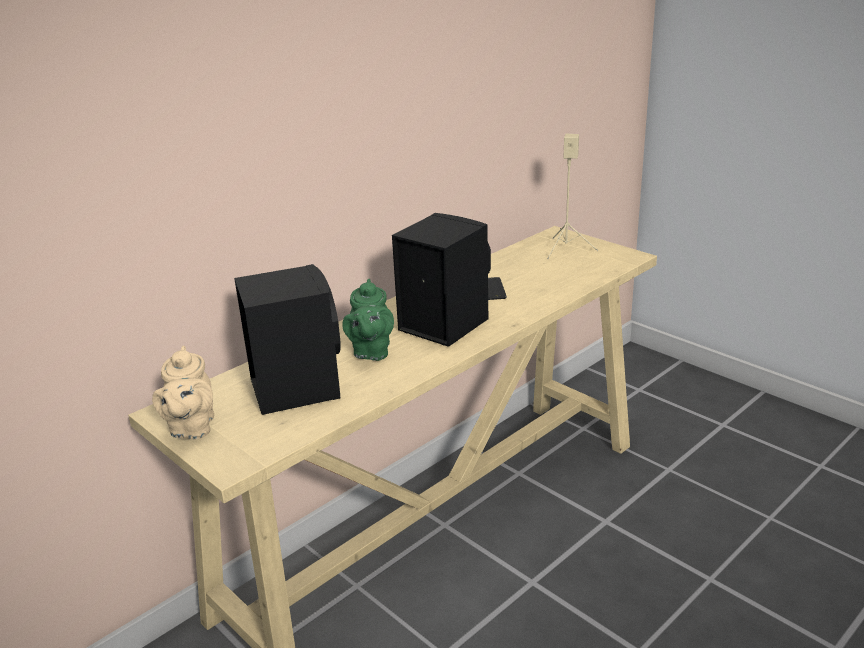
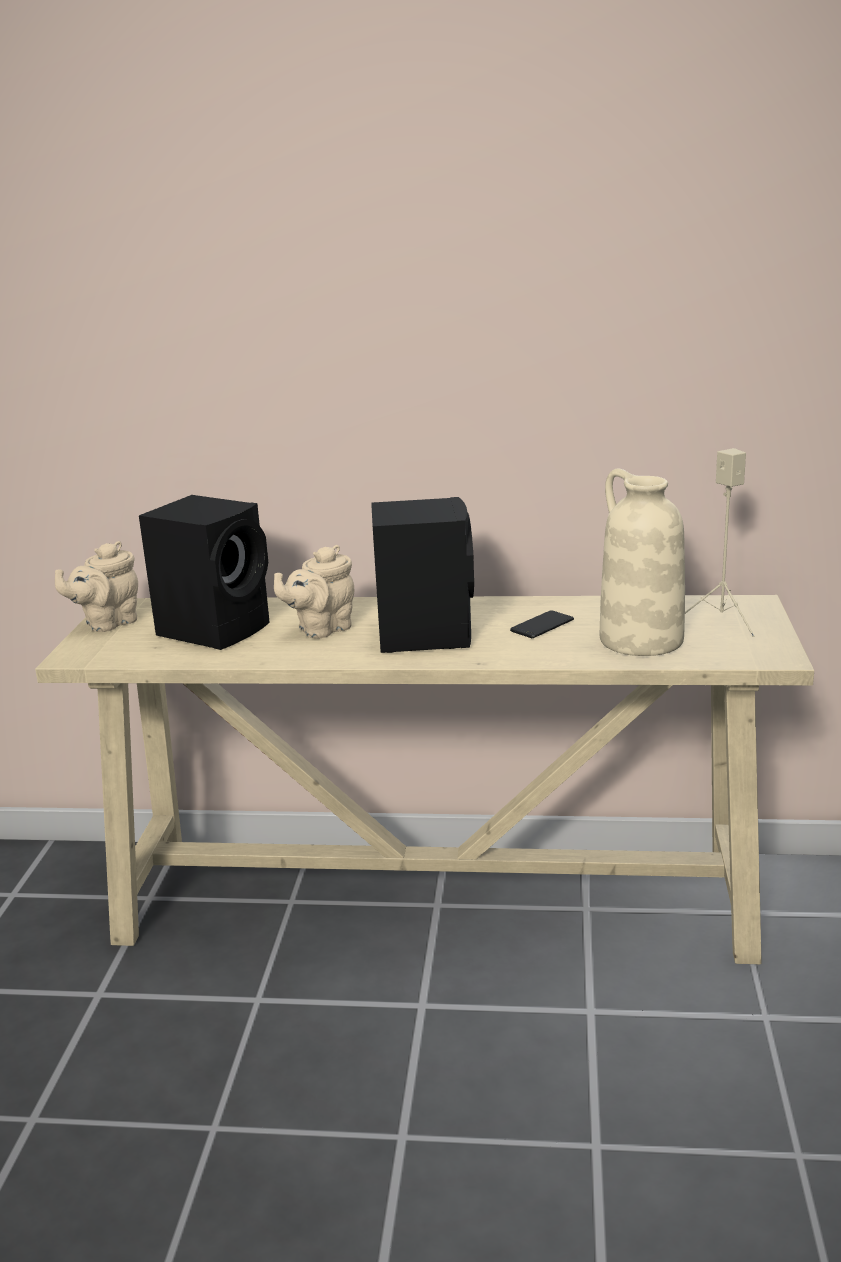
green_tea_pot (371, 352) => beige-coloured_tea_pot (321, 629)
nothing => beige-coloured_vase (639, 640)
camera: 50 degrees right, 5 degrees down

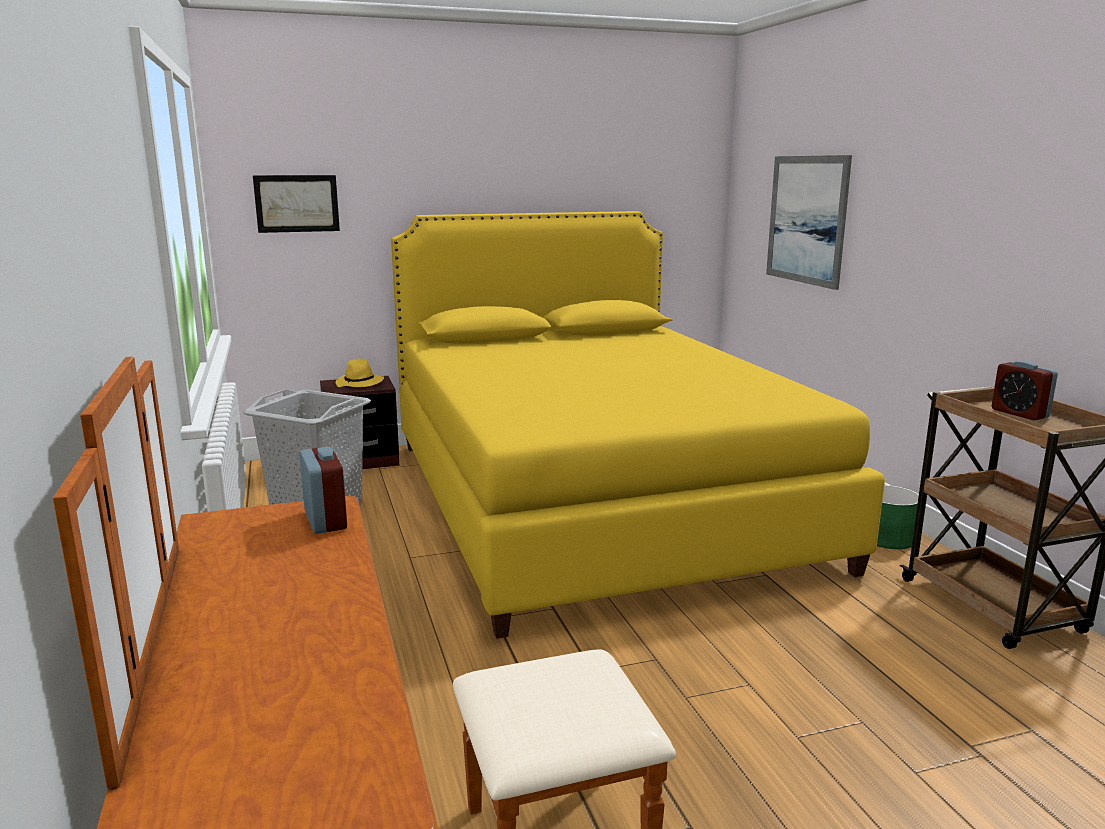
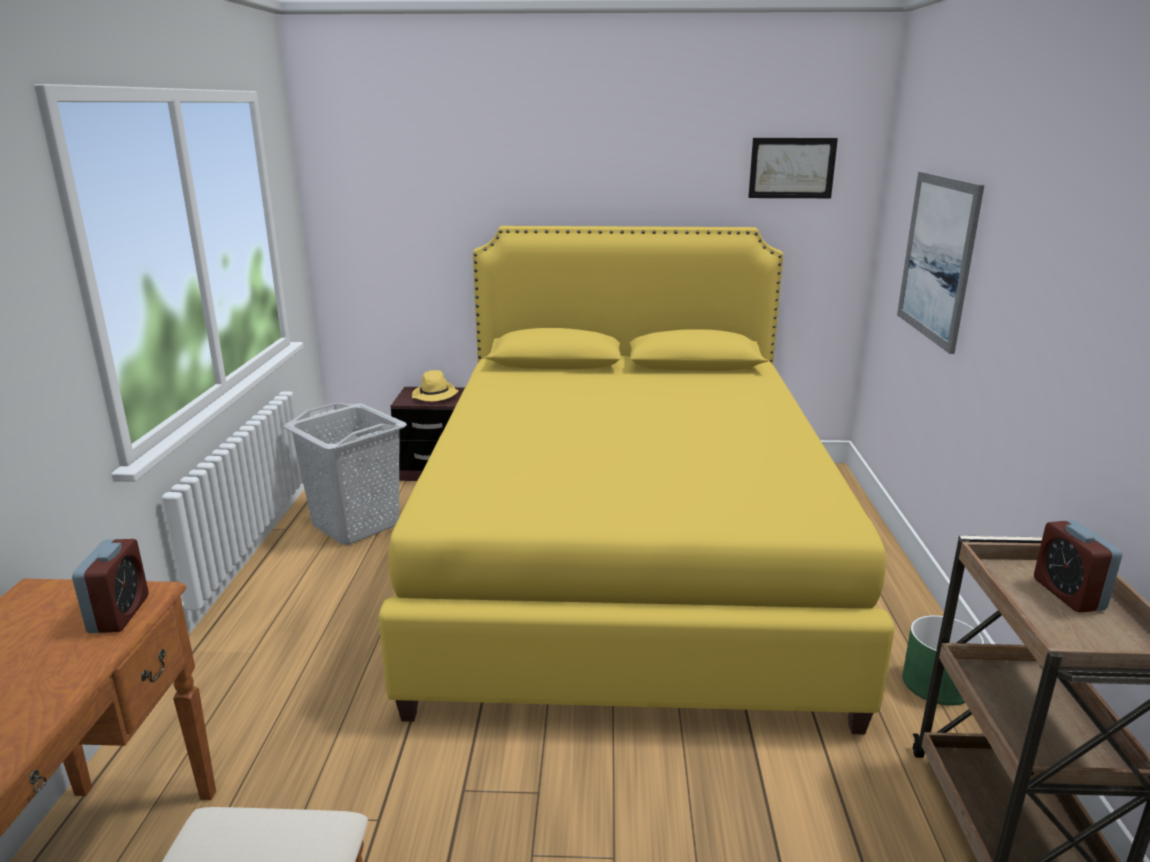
wall_picture (297, 203) => wall_picture (792, 168), relocated
camera: 20 degrees right, 5 degrees up

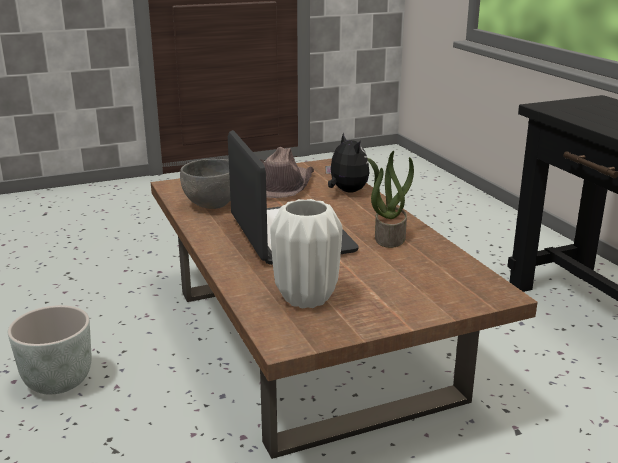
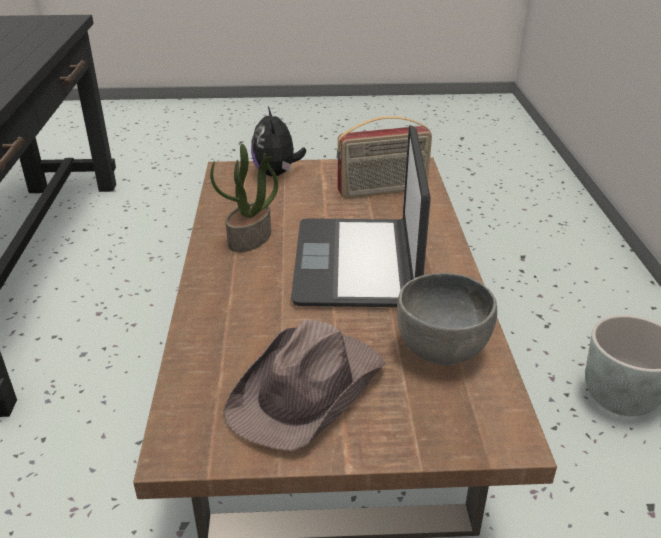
whitish_vase (306, 298) => radio_receiver (383, 191)
cuddly_toy (346, 191) => cuddly_toy (277, 173), relocated
camera: 160 degrees left, 10 degrees up

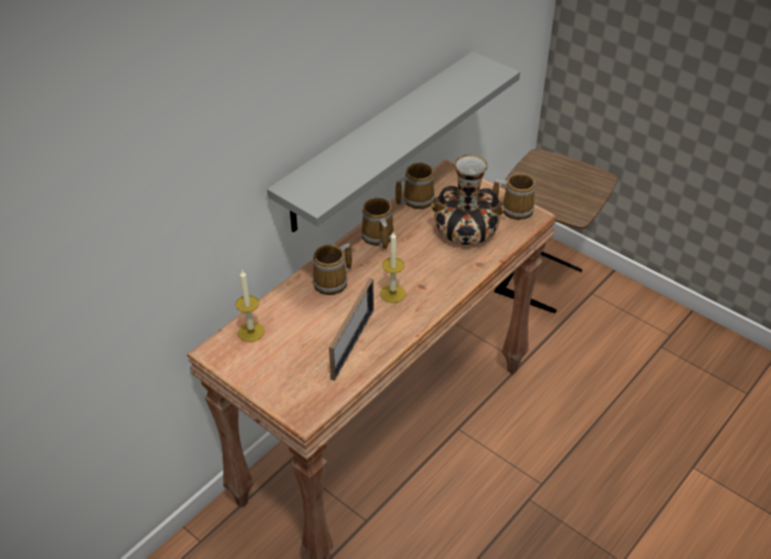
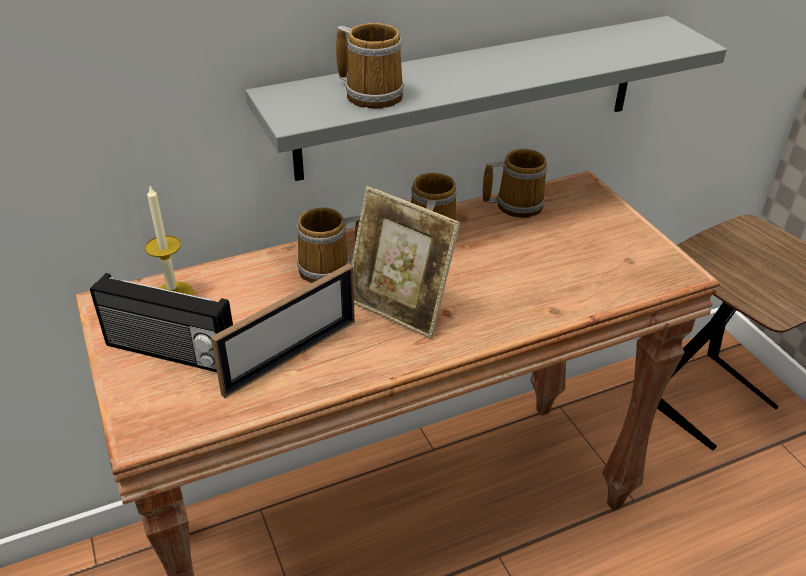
wax_candle (392, 293) => picture_frame (399, 309)
vase (467, 230) => nothing
coffee_mug (515, 208) => coffee_mug (372, 93), relocated
nothing => radio_receiver (170, 353)
camera: 25 degrees right, 5 degrees down

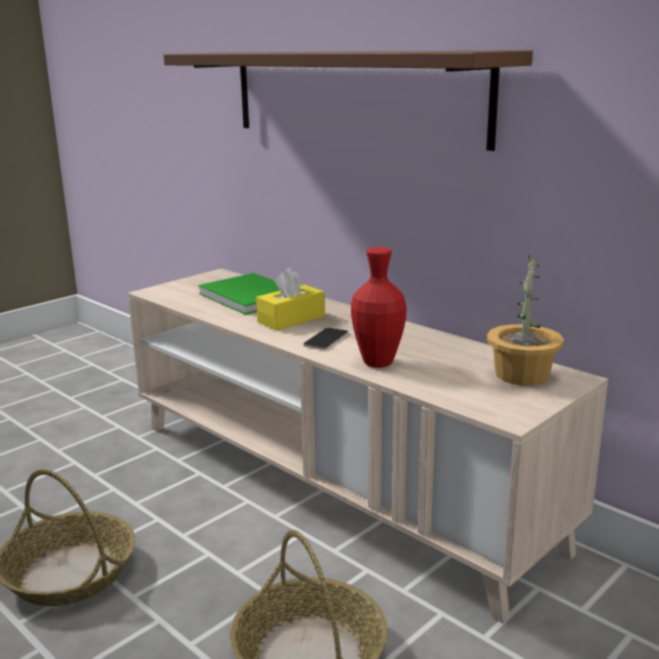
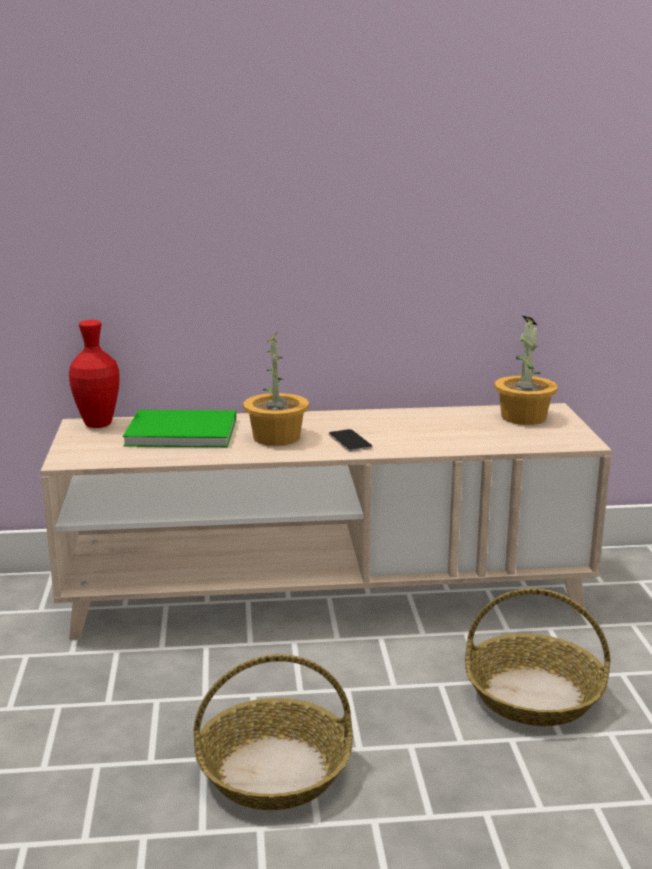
brownish_shelf (352, 95) => nothing
yellow_tissue_box (291, 319) => plant_in_a_pot (277, 437)
red_vase (378, 363) => red_vase (98, 424), relocated
camera: 50 degrees left, 0 degrees up

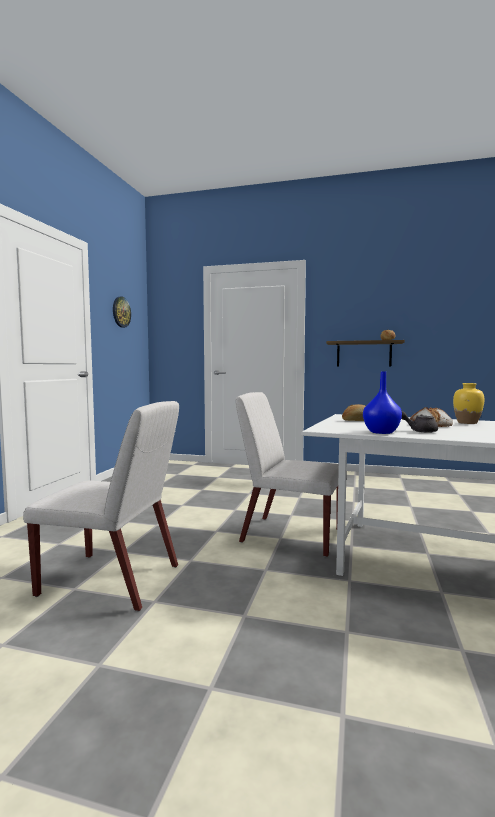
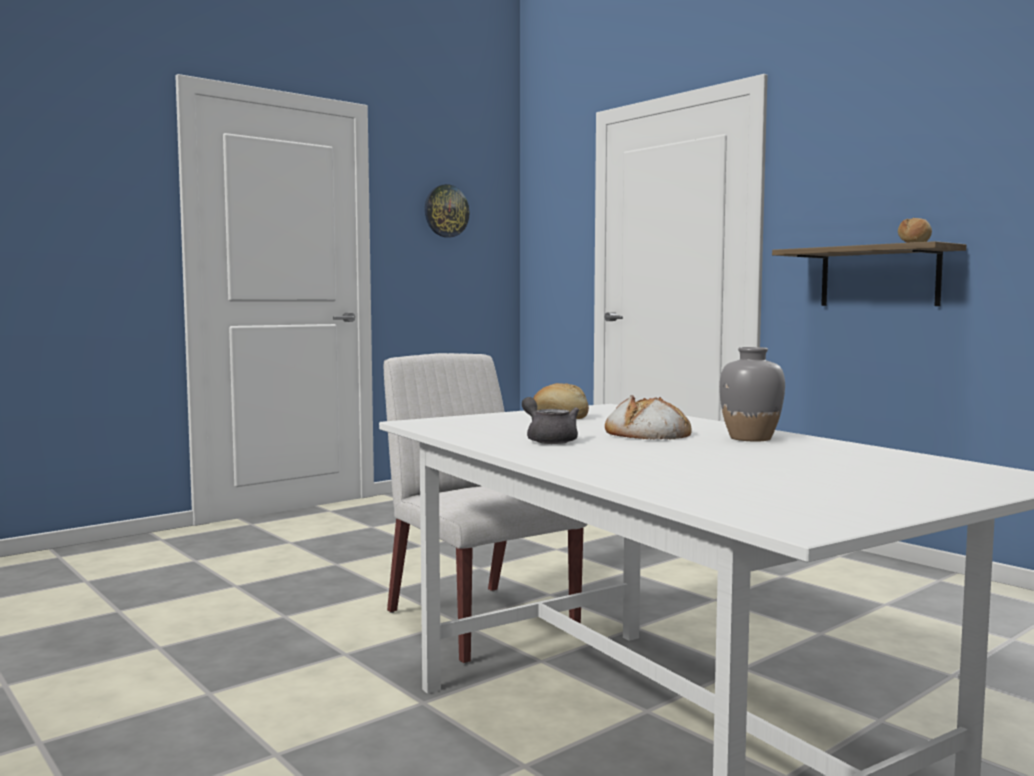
whitish_upright_chair (112, 580) => nothing
blue-coloured_vase (380, 432) => nothing
yellow_vase (467, 423) => gray_vase (750, 438)
camera: 35 degrees right, 0 degrees up

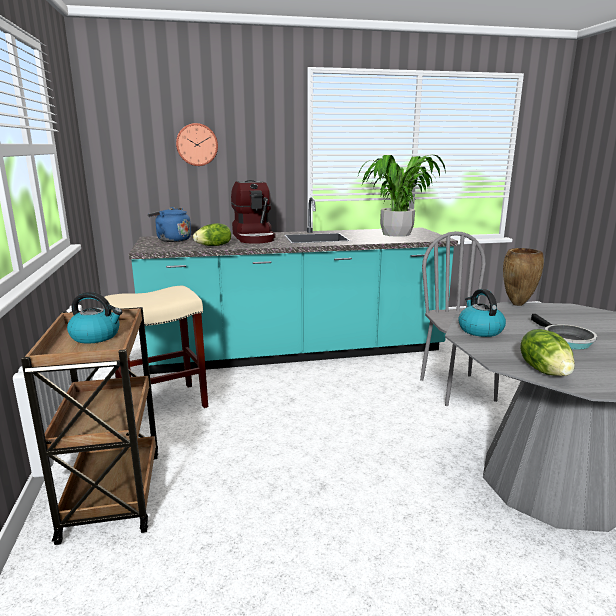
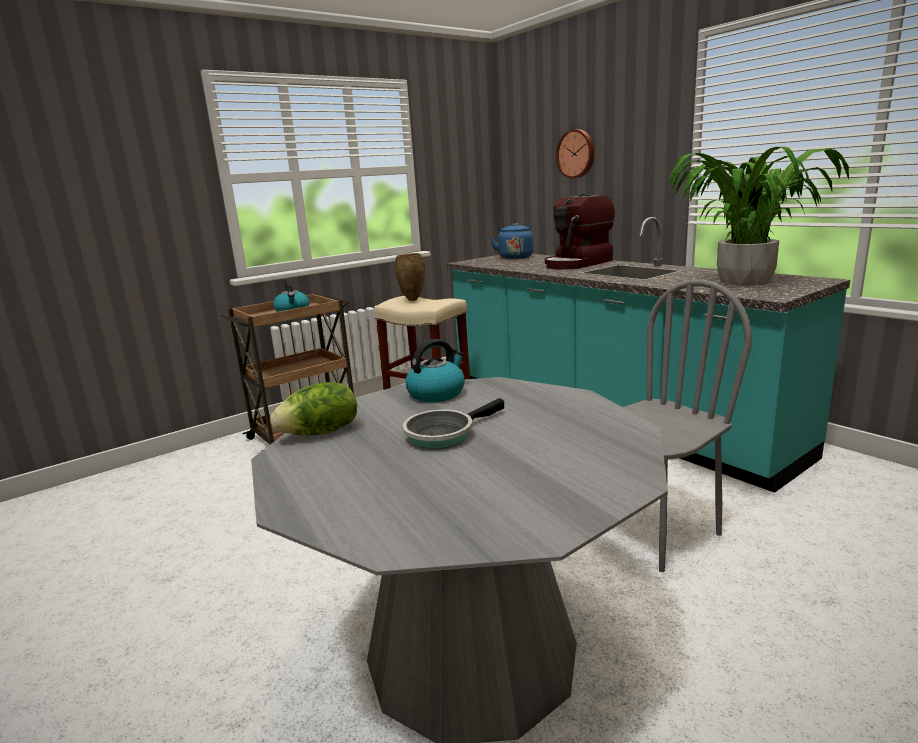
lettuce (214, 246) => nothing
brownish_vase (517, 304) => brownish_vase (412, 300), relocated
camera: 65 degrees right, 0 degrees up

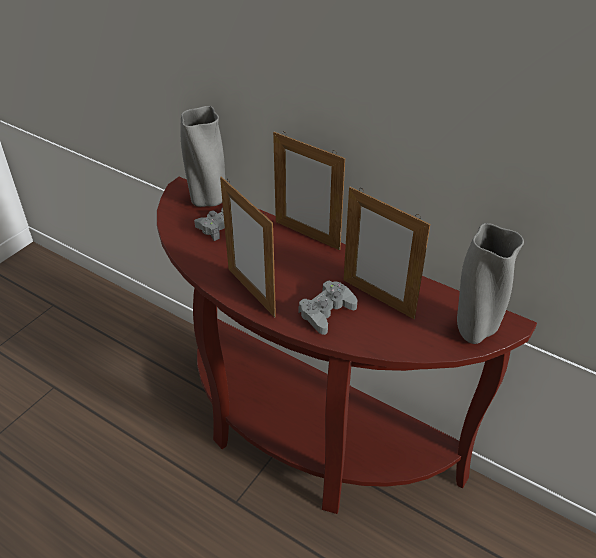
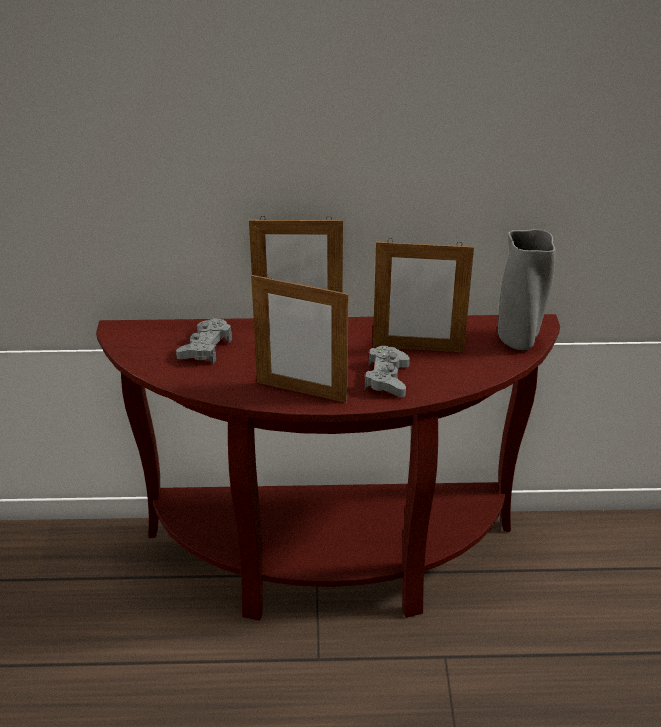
gray_vase (208, 201) => nothing
camera: 35 degrees left, 5 degrees down

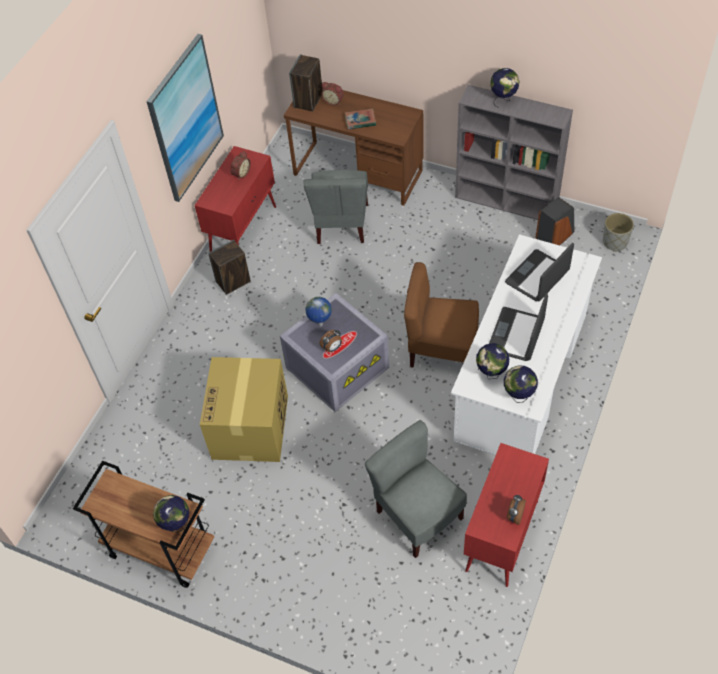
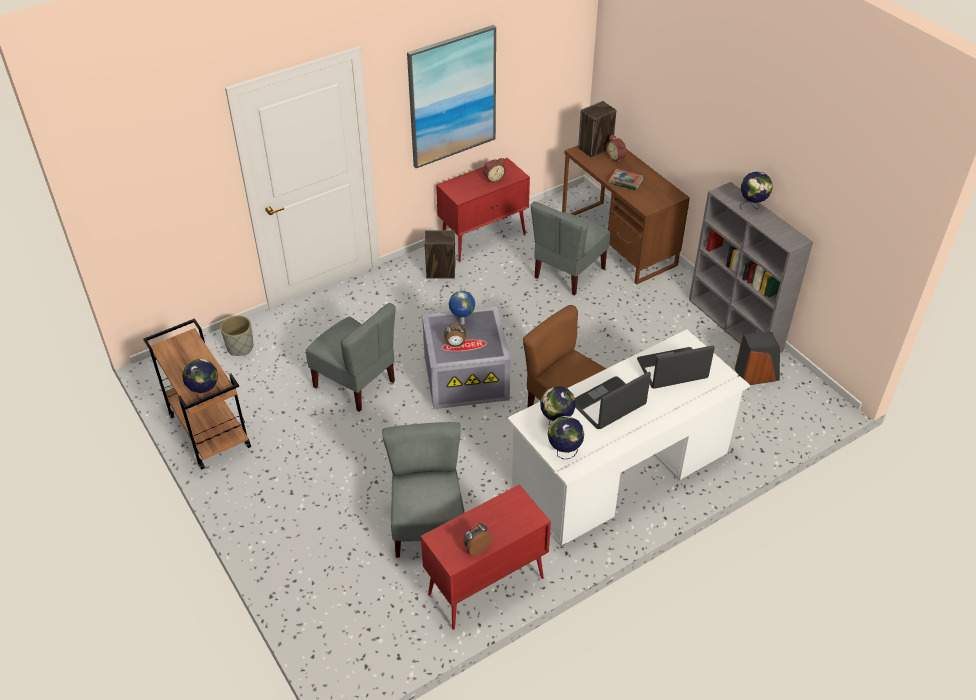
carton (250, 428) => gray_upright_chair (355, 383)
gray_flower_pot (615, 242) => gray_flower_pot (240, 347), relocated
camera: 30 degrees right, 10 degrees down

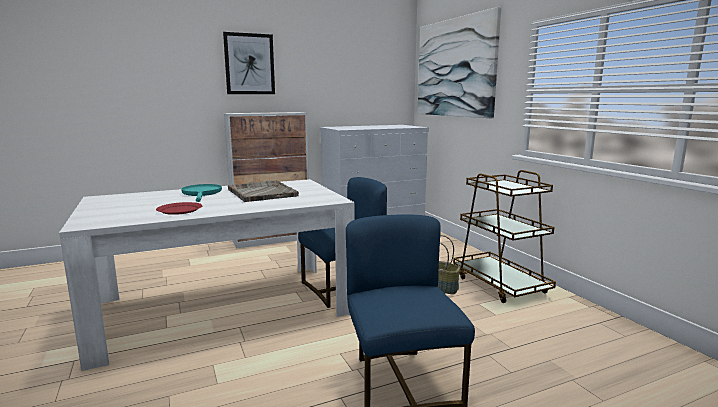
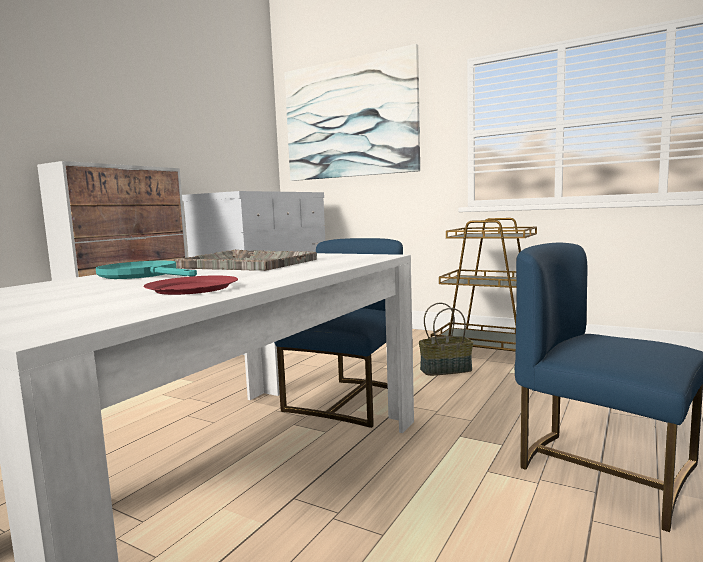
wall_picture (249, 64) => nothing
camera: 35 degrees left, 5 degrees down

